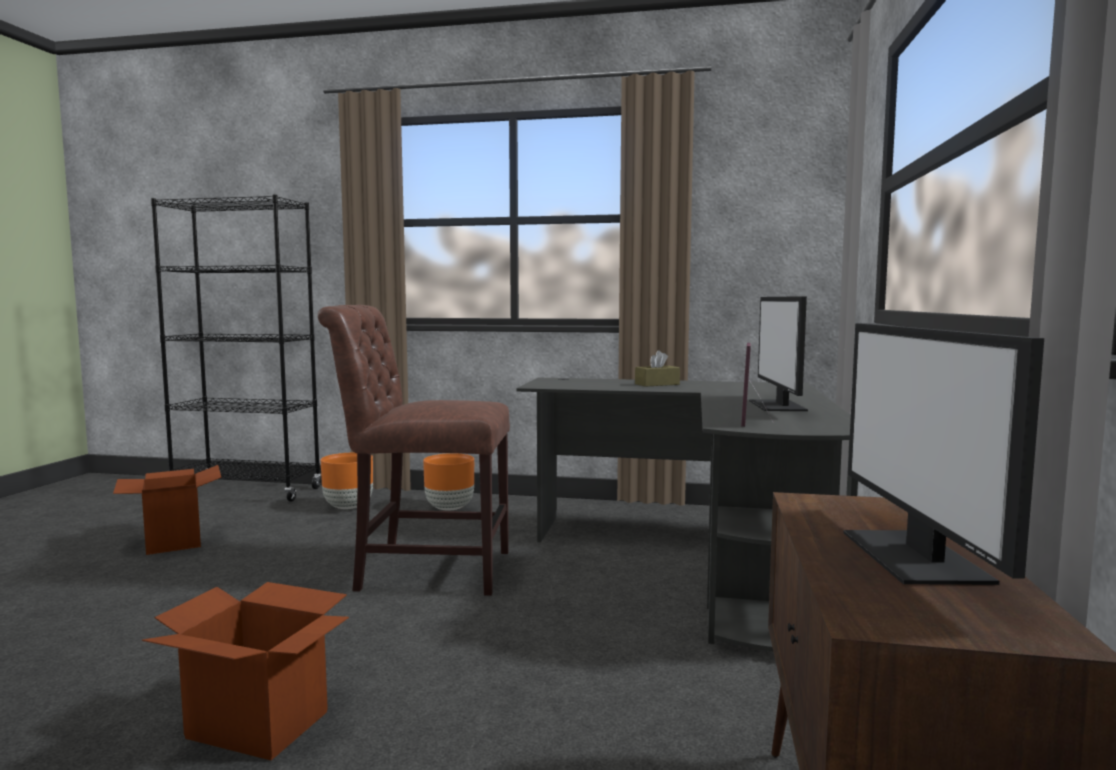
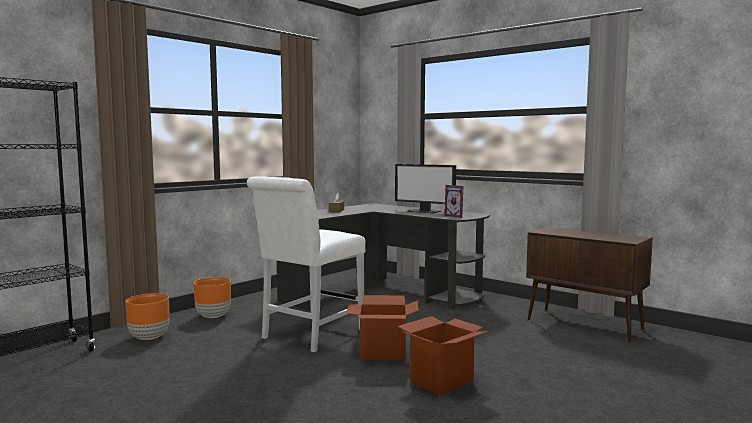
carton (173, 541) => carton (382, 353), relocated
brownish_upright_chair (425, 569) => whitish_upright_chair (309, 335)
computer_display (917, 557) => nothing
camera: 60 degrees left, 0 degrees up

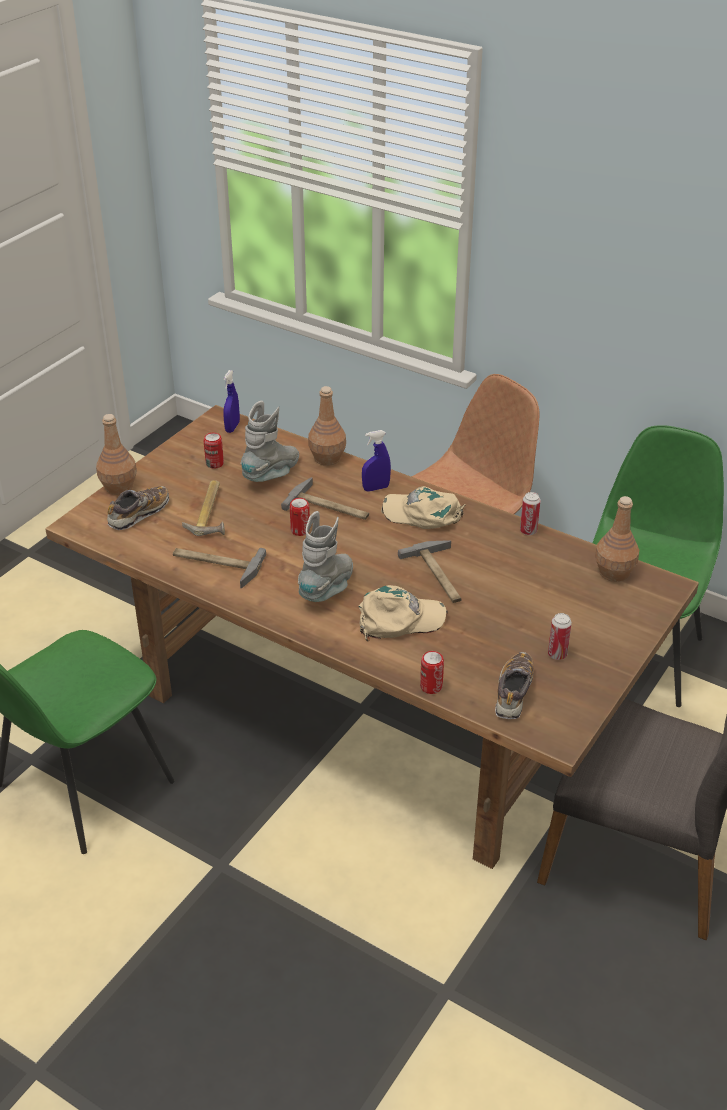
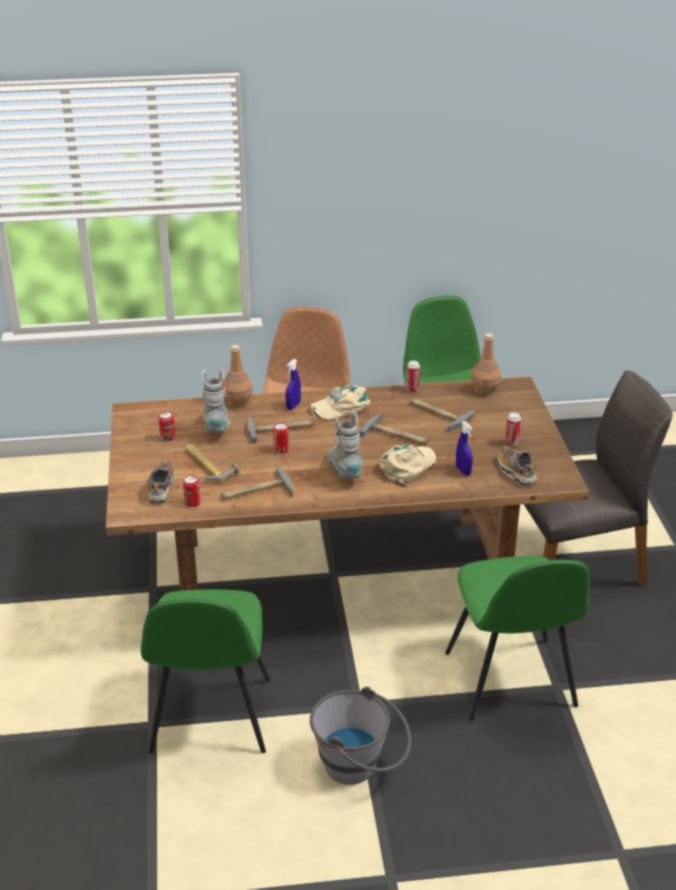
brownish_beverage_bottle (118, 487) => nothing
blue-coloured_hand_sprayer (232, 427) => blue-coloured_hand_sprayer (463, 471), relocated
sealed_can (431, 686) => sealed_can (192, 502), relocated
nothing => gray_bucket (360, 768)
nothing => hand_hammer (437, 414)
nothing => green_upright_chair (510, 682)
camera: 40 degrees left, 5 degrees down

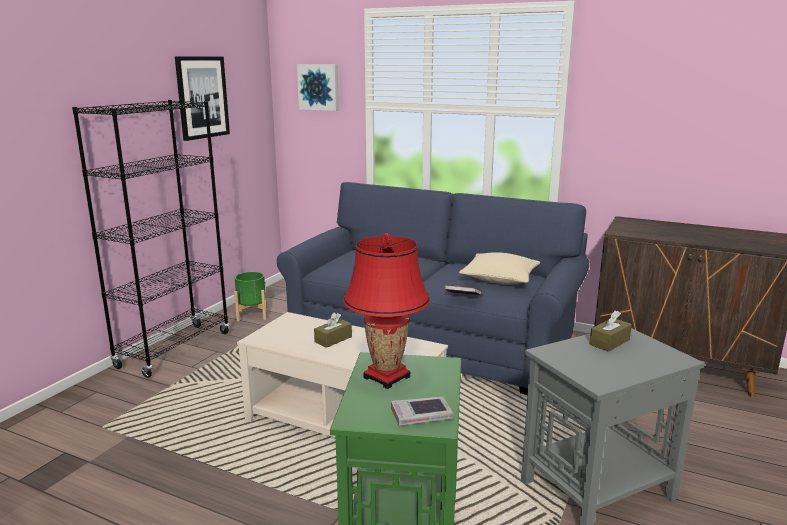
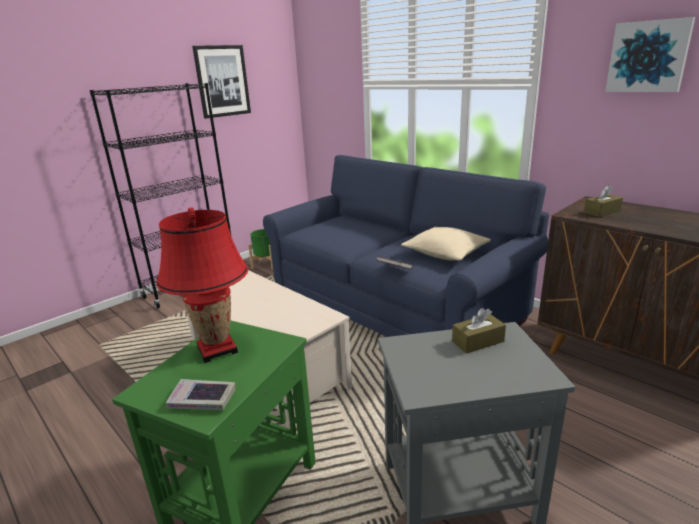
wall_picture (319, 87) => wall_picture (648, 56), relocated
brownish_tissue_box (333, 339) => brownish_tissue_box (602, 212), relocated
camera: 20 degrees right, 5 degrees up

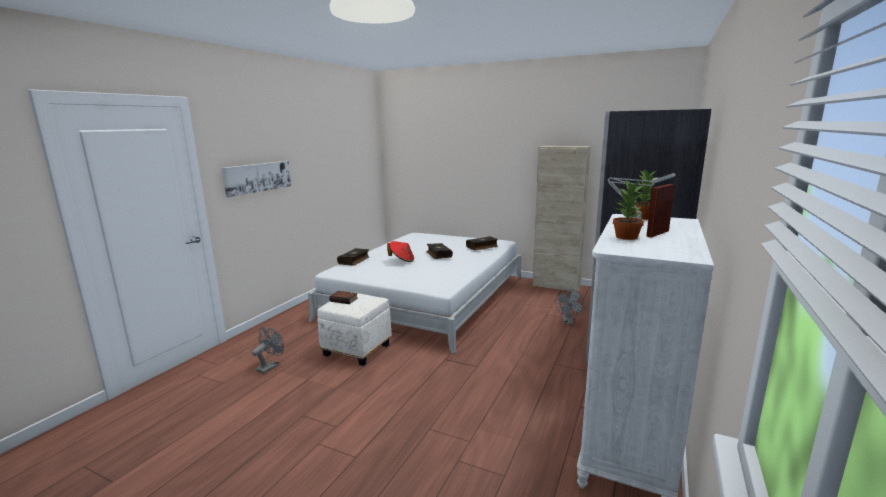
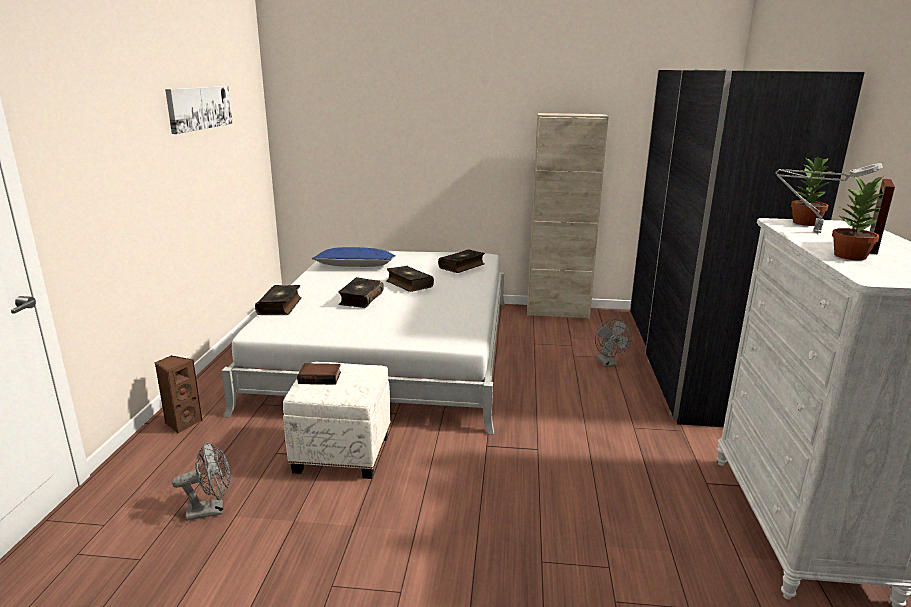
wall_picture (258, 177) => wall_picture (199, 108), relocated
gray_fan (270, 366) => gray_fan (211, 510), 60 degrees clockwise
red_clothing_hat (401, 260) => volume (360, 299)
nothing => brownish_loudspeaker (182, 423)
nothing => blue-coloured_pillow (355, 266)
camera: 20 degrees left, 5 degrees up

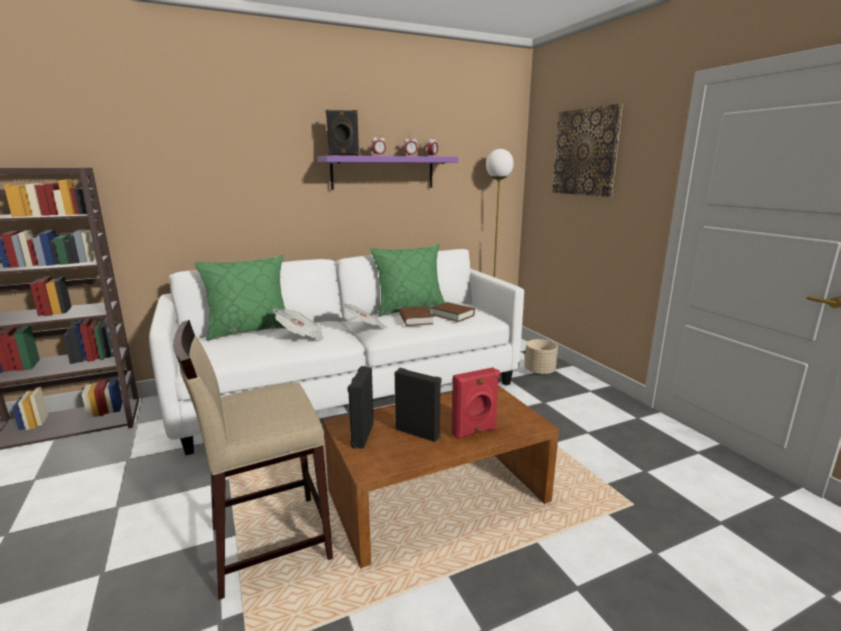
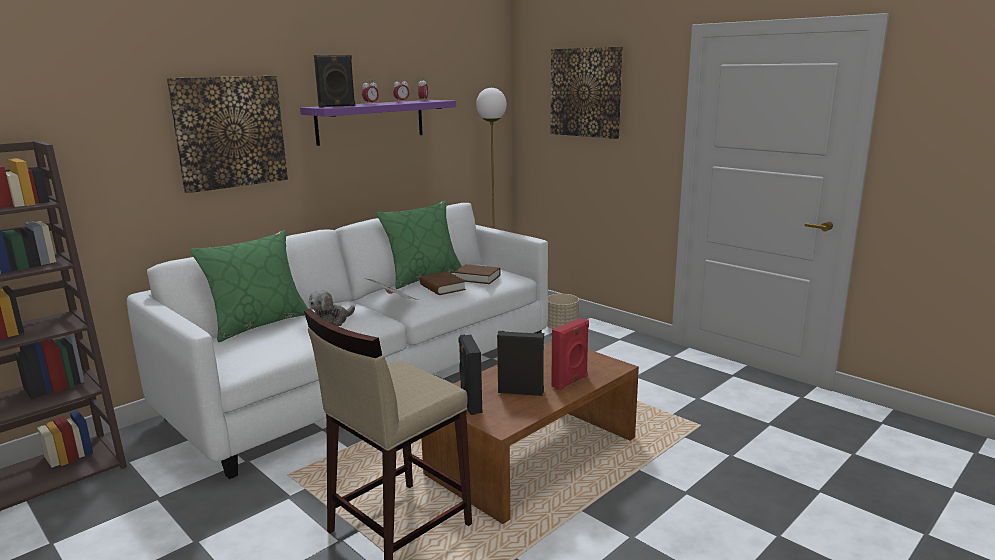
newspaper (301, 336) => cuddly_toy (331, 322)
nothing => wall_picture (230, 132)
camera: 20 degrees left, 0 degrees up

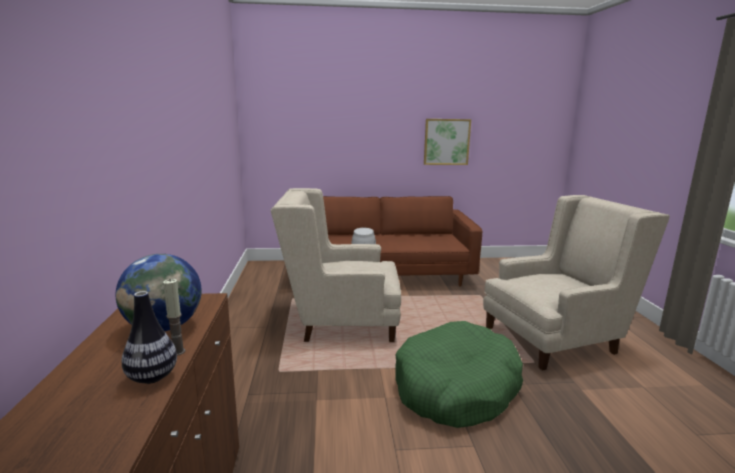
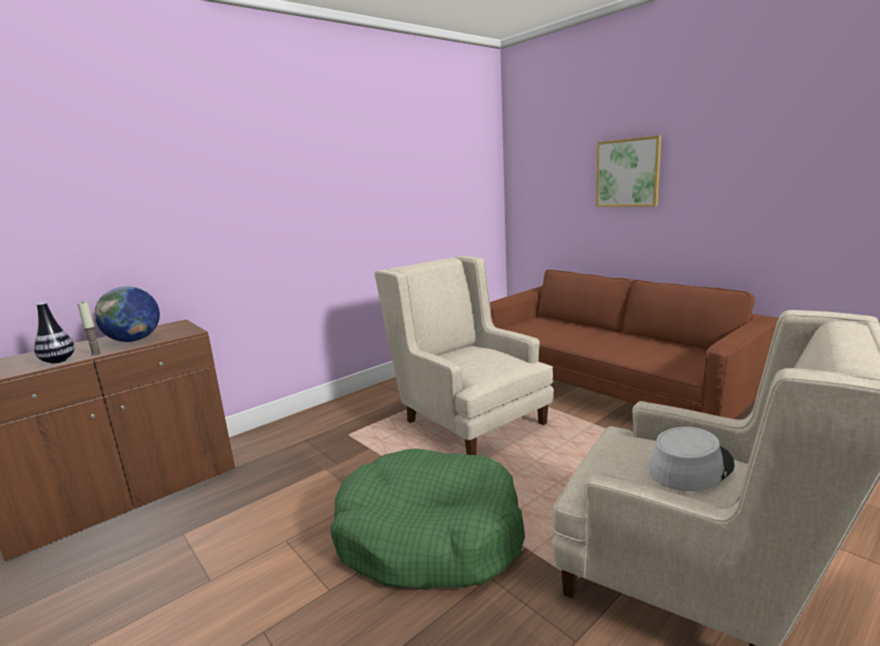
gray_clothing_hat (363, 242) => gray_clothing_hat (690, 467), relocated
wall_picture (446, 142) => wall_picture (628, 173), relocated
camera: 55 degrees right, 0 degrees up

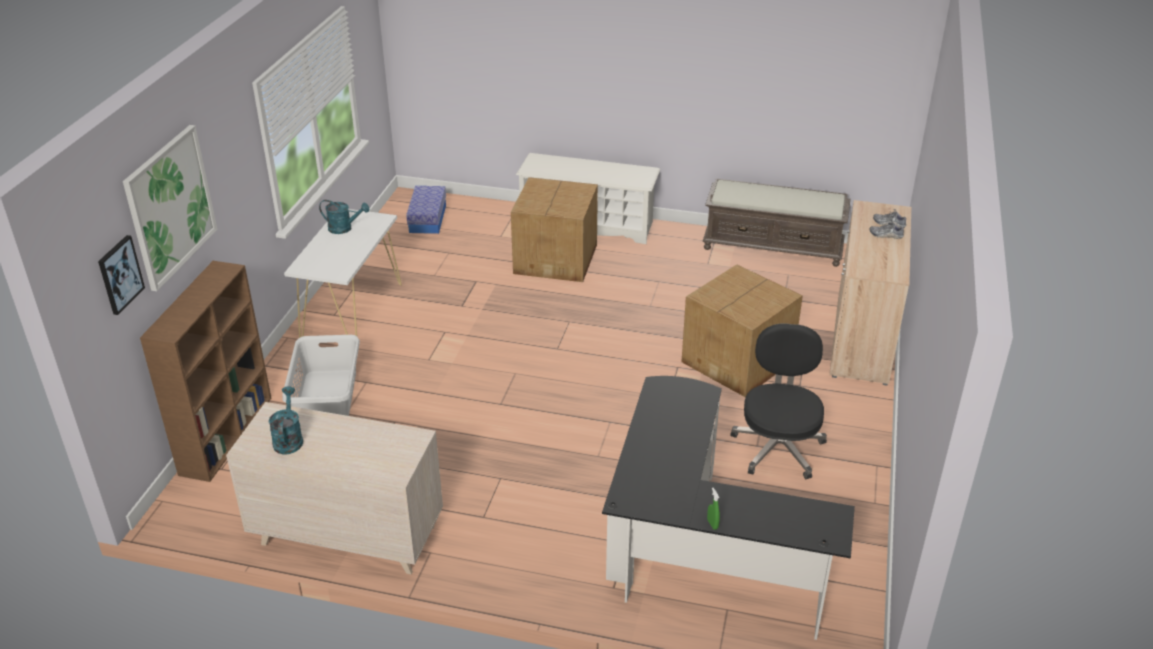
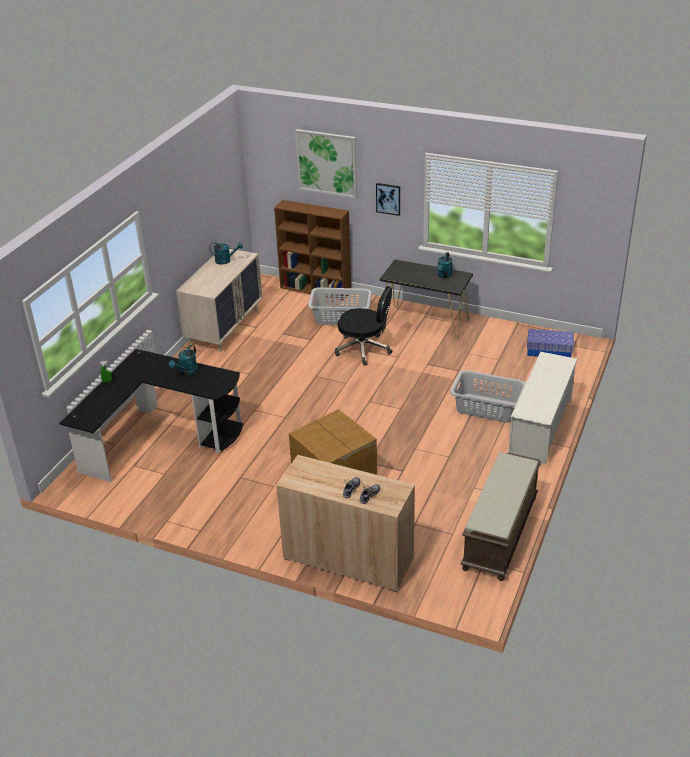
wall_picture (120, 274) => wall_picture (388, 198), relocated
whitish_narrow_table (352, 312) => black-coloured_narrow_table (425, 323)
carton (557, 258) => gray_hamper (487, 408)
black-coloured_office_chair (778, 447) => black-coloured_office_chair (364, 349), relocated
nothing => turquoise-coloured_watering_pot (186, 371)
camera: 100 degrees right, 0 degrees up

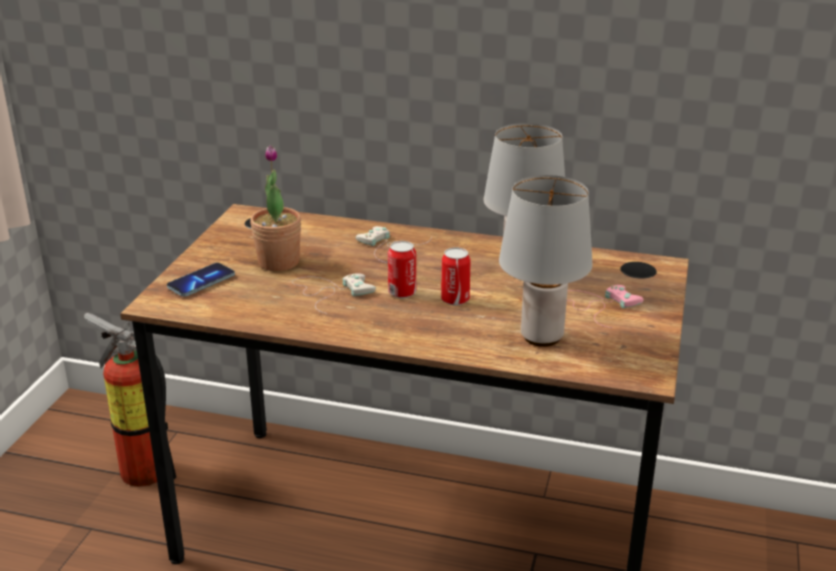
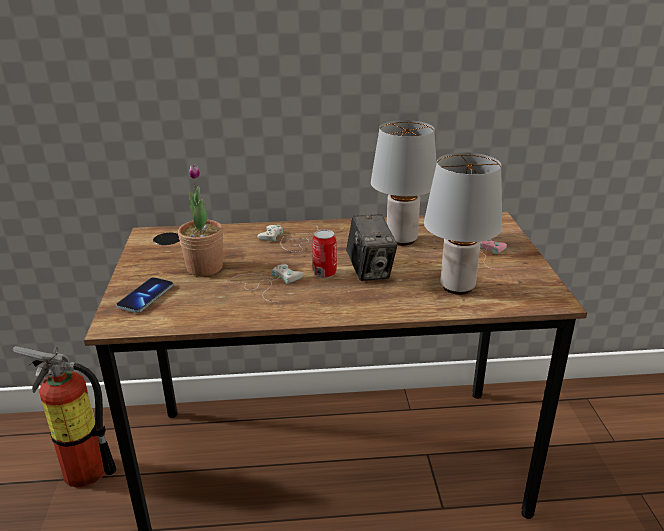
sealed_can (455, 300) => photo_camera (370, 271)
camera: 20 degrees left, 0 degrees up

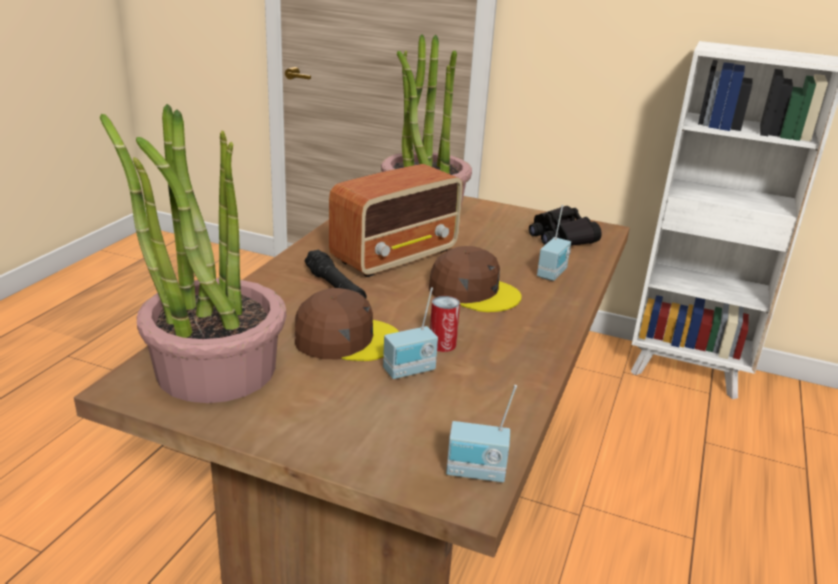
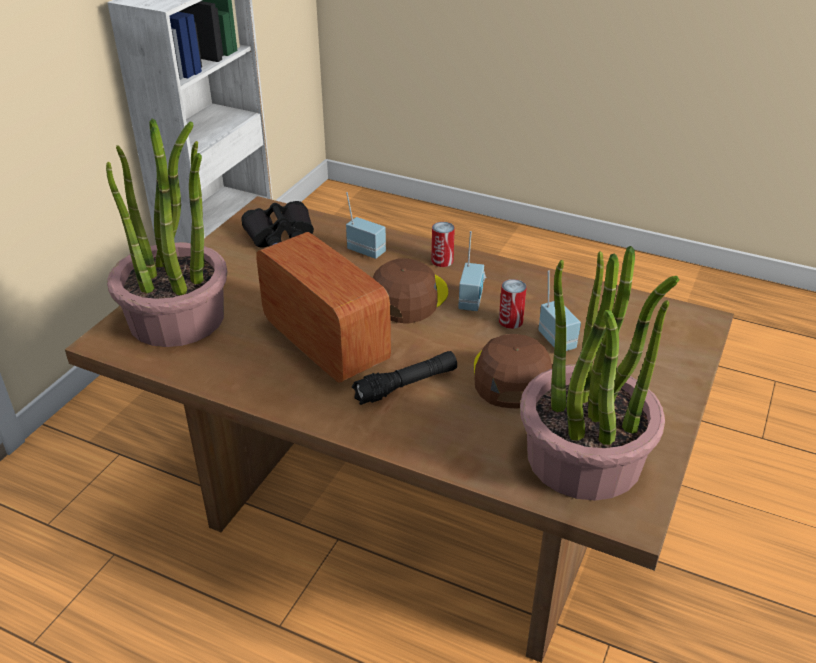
radio_receiver (476, 473) => radio_receiver (472, 301), relocated
nothing => sealed_can (442, 261)
camera: 85 degrees left, 10 degrees up

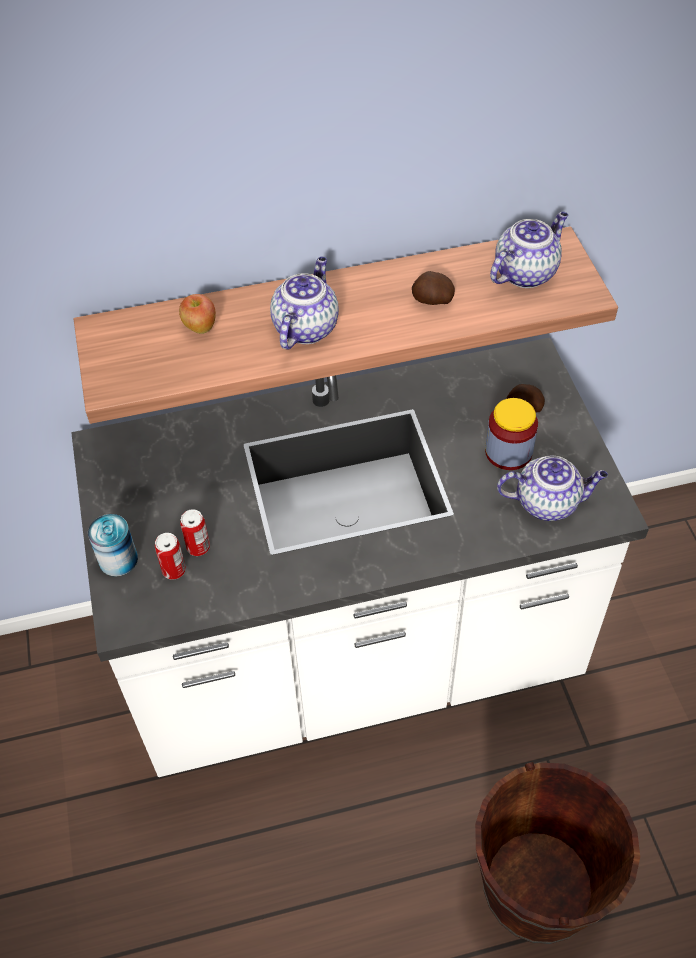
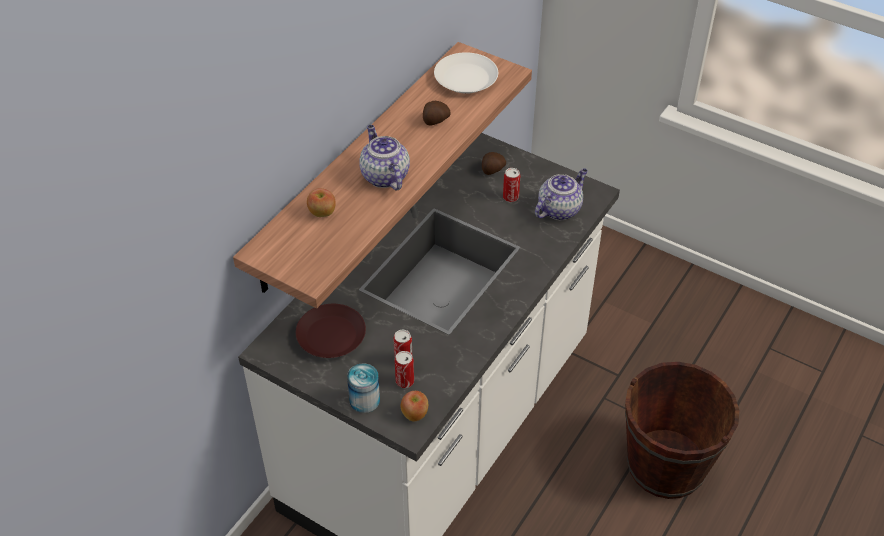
preserve_jar (508, 452) => sealed_can (510, 197)
tea_pot (525, 272) => whitish_dinner_plate (465, 78)
nothing => brownish_dinner_plate (332, 336)
nothing => apple_fruit (415, 414)
camera: 45 degrees left, 5 degrees down

